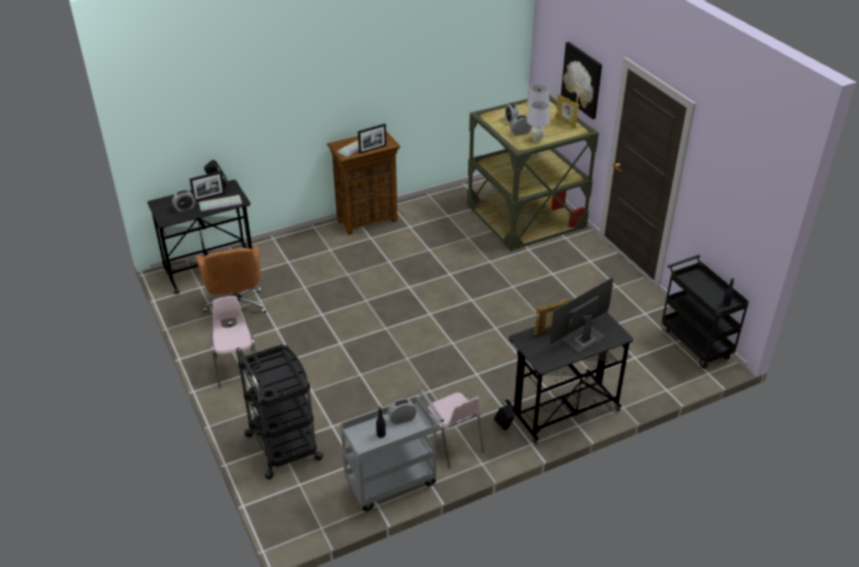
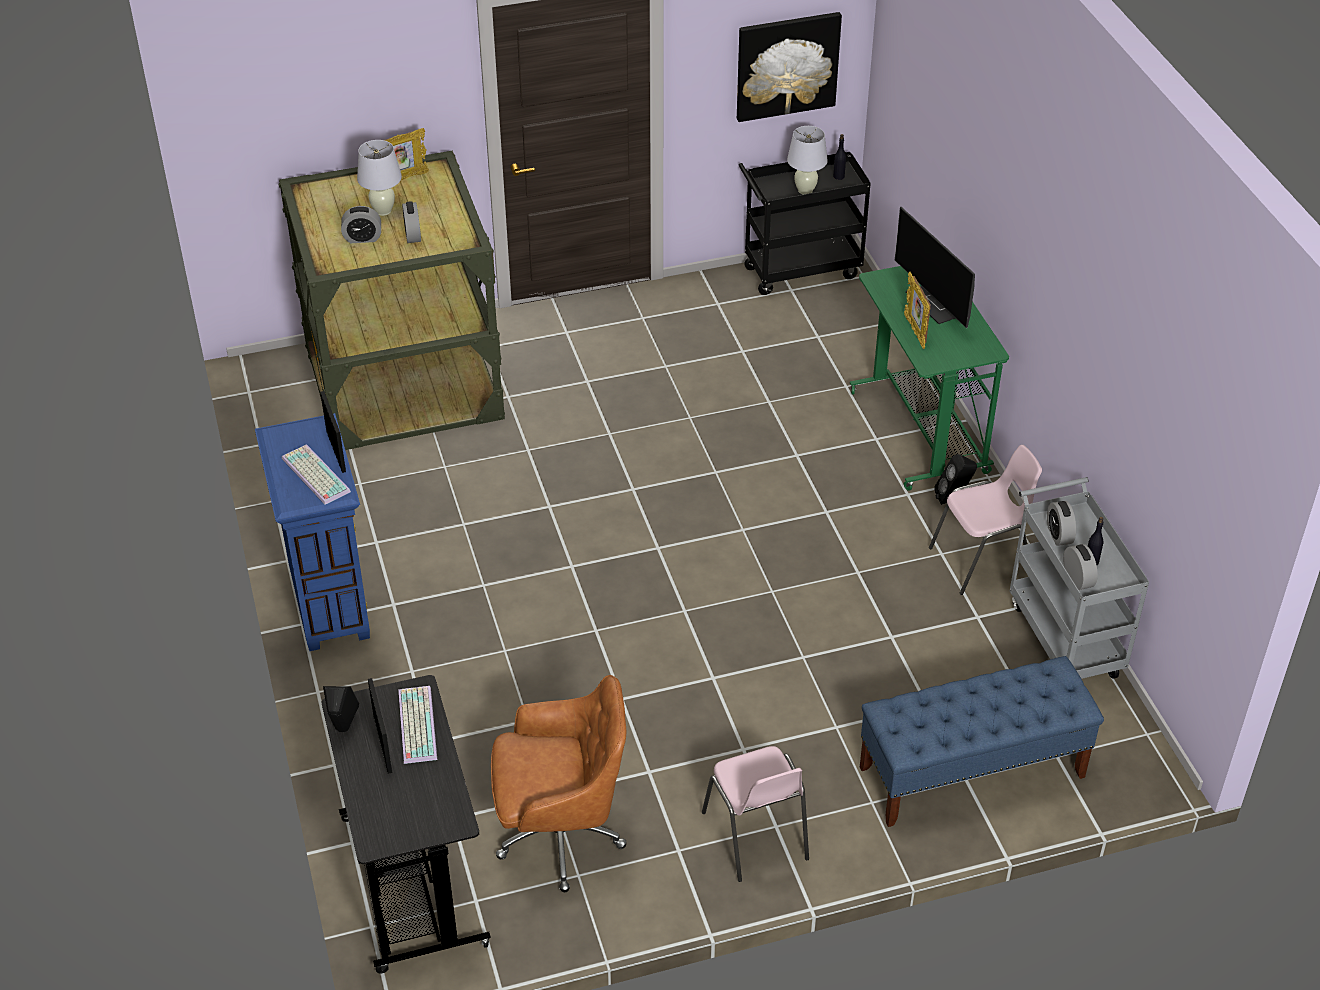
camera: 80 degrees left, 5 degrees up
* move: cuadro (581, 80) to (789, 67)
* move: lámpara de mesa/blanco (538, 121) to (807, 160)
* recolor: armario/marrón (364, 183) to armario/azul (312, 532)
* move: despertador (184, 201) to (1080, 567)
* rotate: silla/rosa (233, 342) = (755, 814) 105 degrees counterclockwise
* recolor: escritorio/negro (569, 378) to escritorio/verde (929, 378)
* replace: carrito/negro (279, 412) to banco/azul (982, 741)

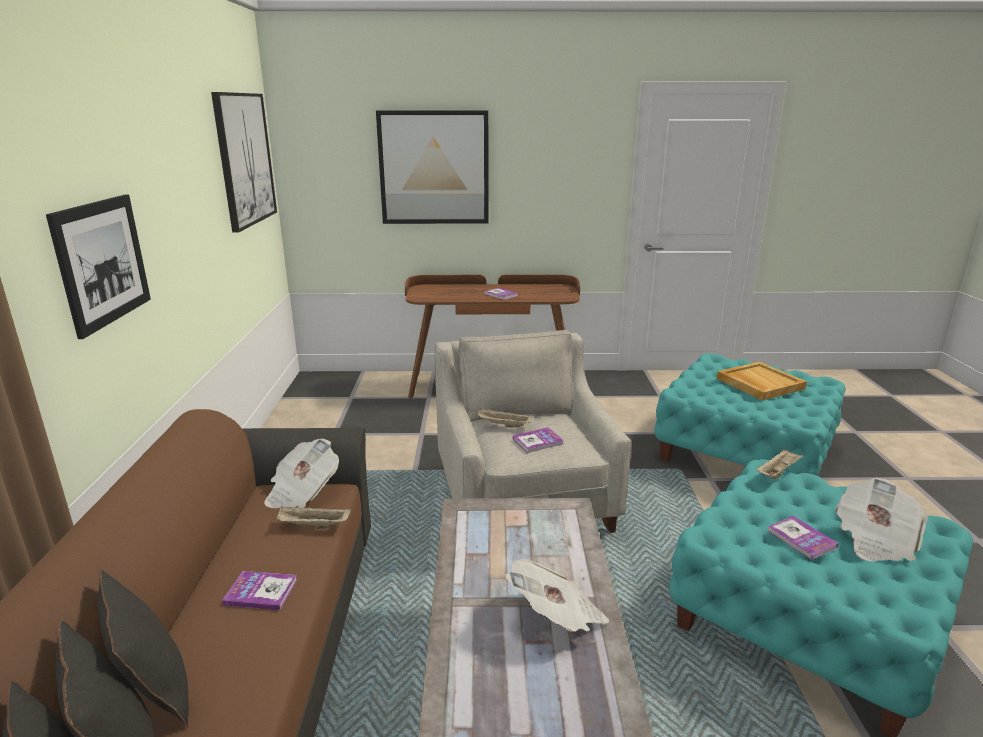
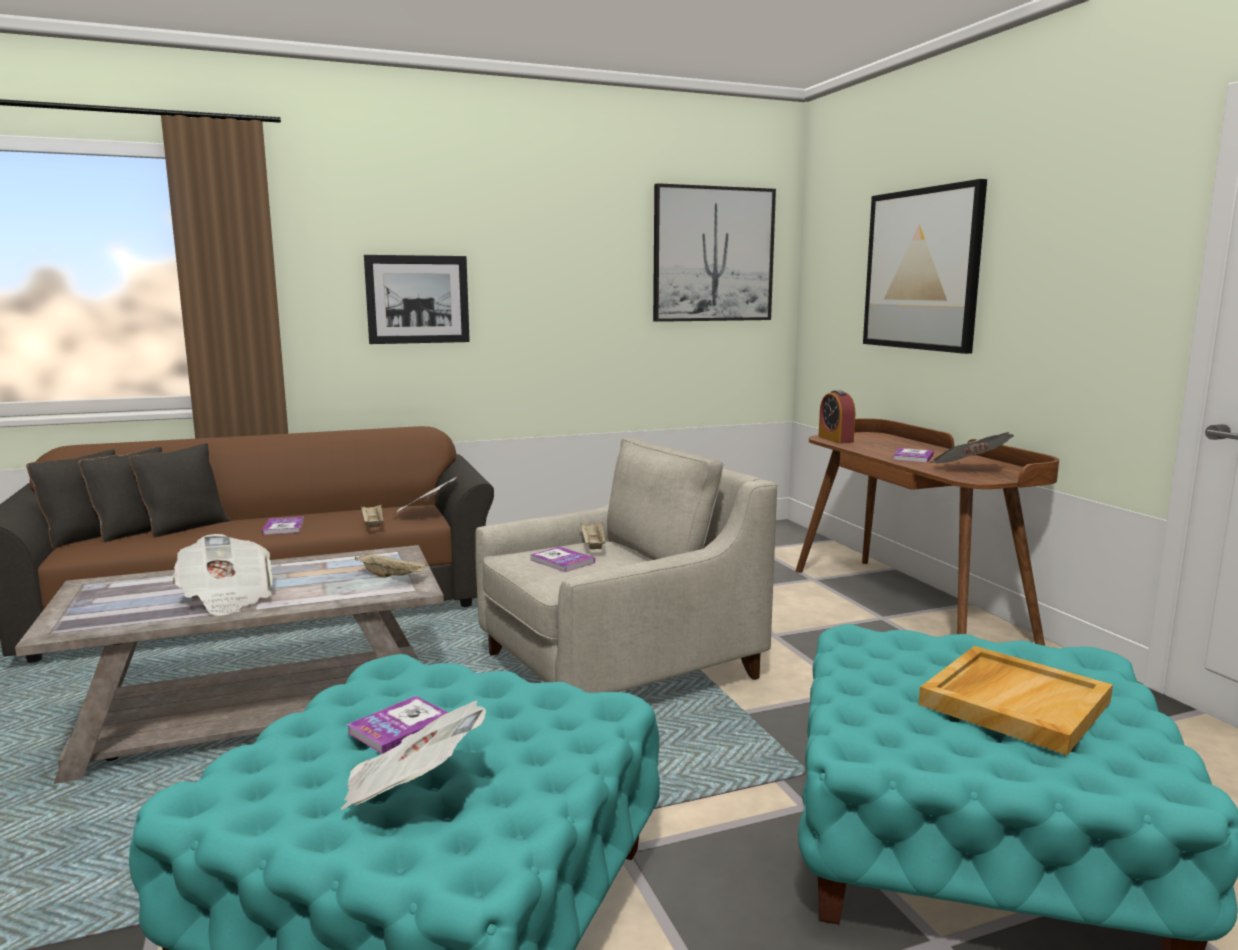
camera: 70 degrees right, 10 degrees down
* move: bandeja/beis (780, 463) to (391, 565)
* insert: despertador (836, 416)
* insert: periódico (971, 448)

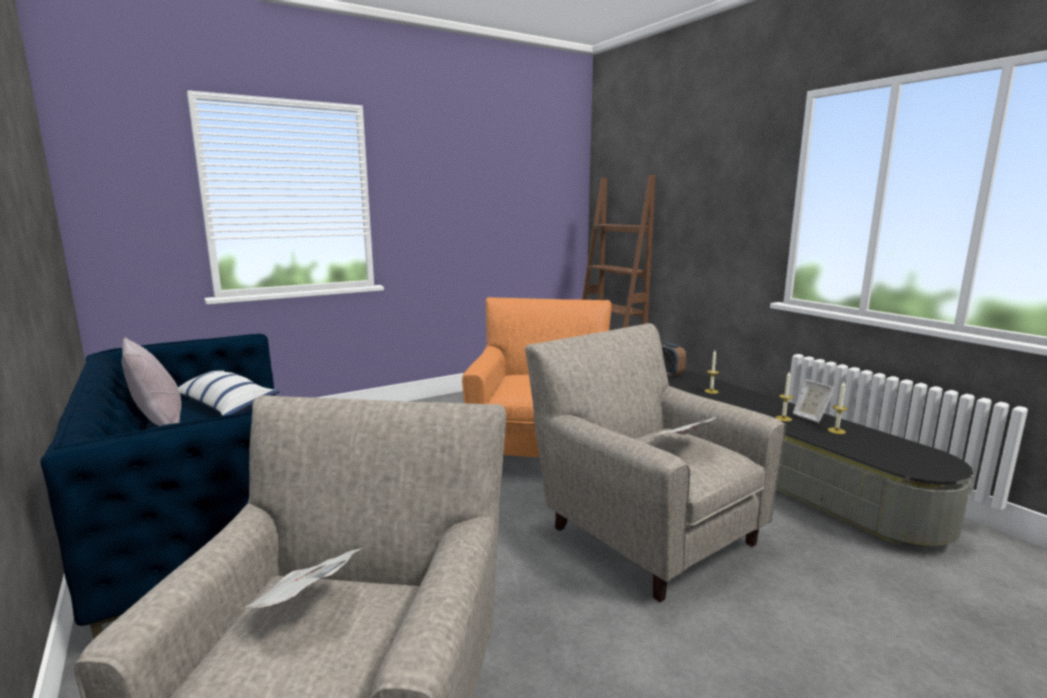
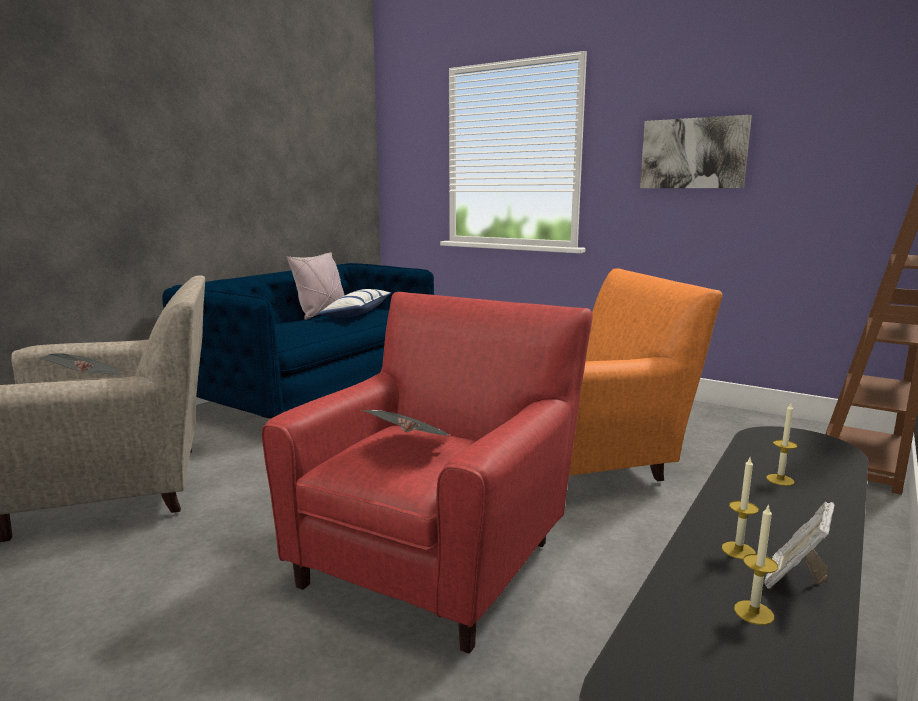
camera: 65 degrees right, 0 degrees up
* recolor: sillón/beis (655, 462) to sillón/rojo (427, 473)
* delete: despertador (673, 360)
* insert: cuadro (696, 151)

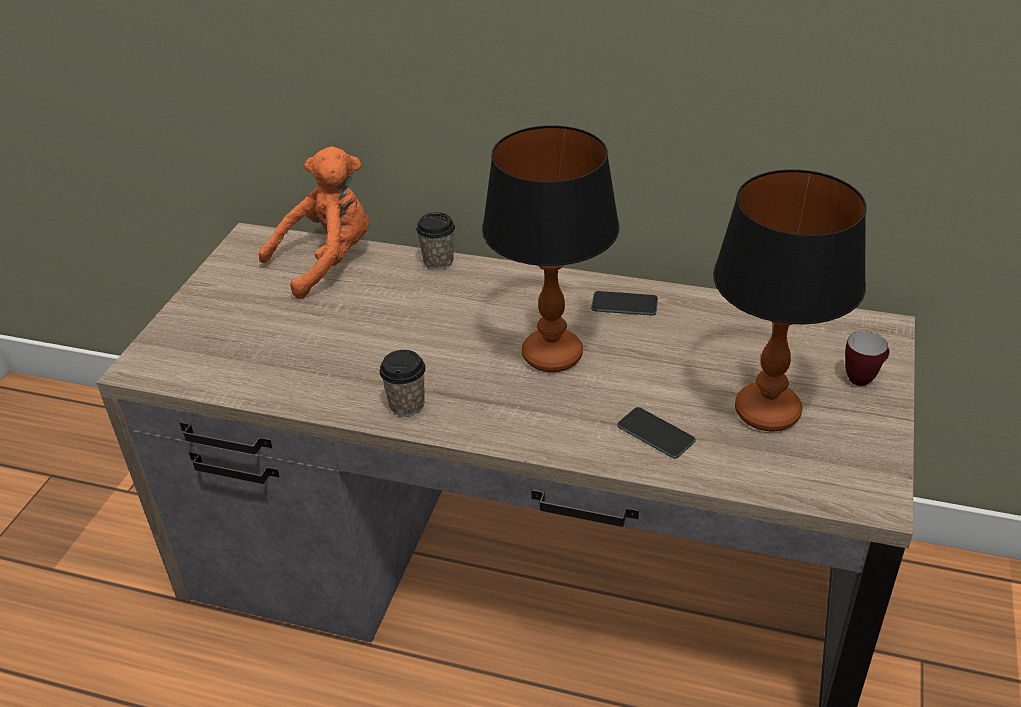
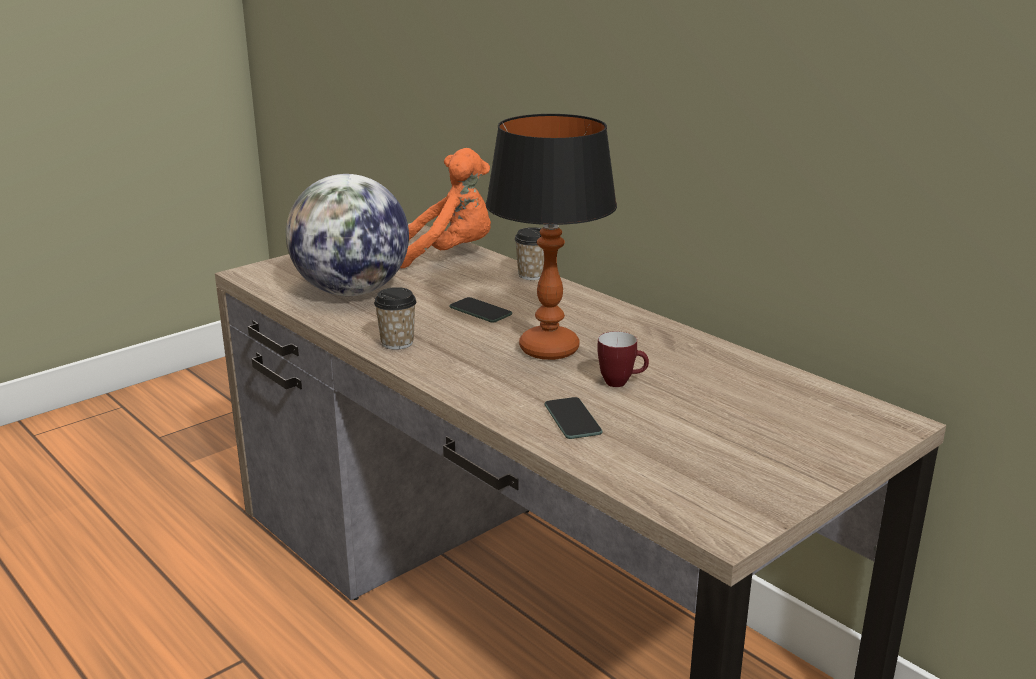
camera: 30 degrees right, 15 degrees down
* delete: lámpara de mesa (790, 300)
* move: móvil (624, 303) to (481, 310)
* move: taza grande (867, 358) to (623, 359)
* insert: globo terráqueo (347, 235)

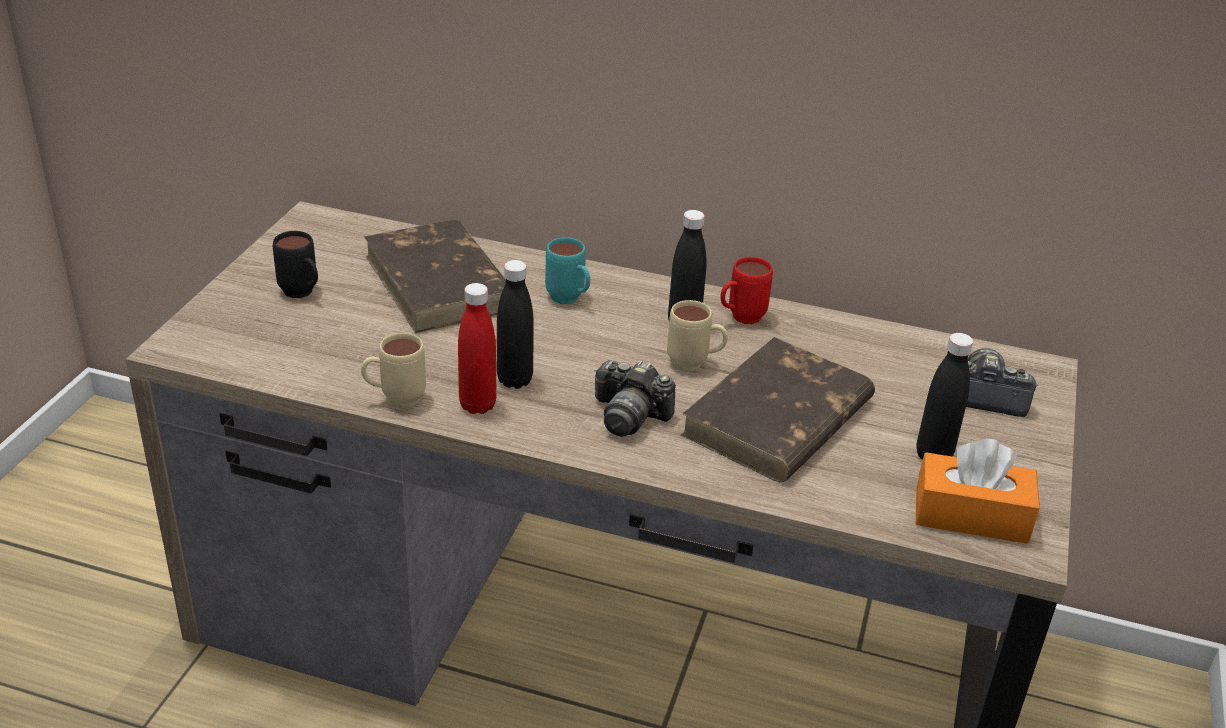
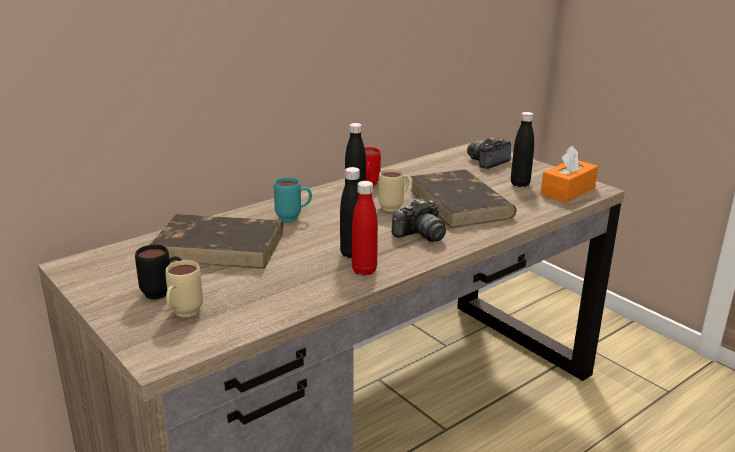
camera: 55 degrees left, 10 degrees down
* move: taza grande/beis (393, 370) to (184, 288)

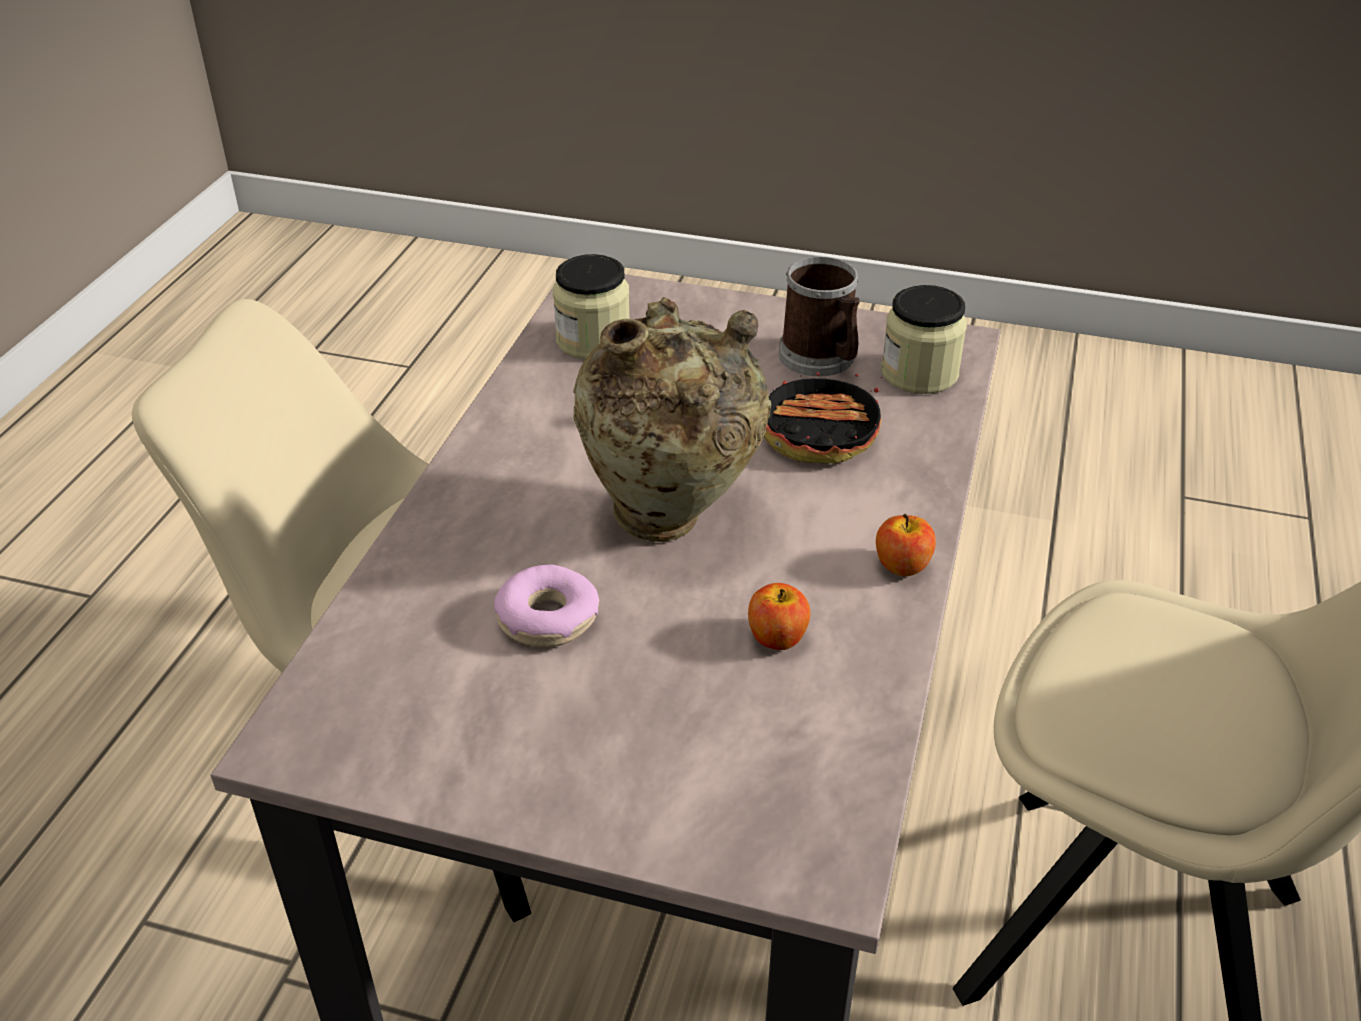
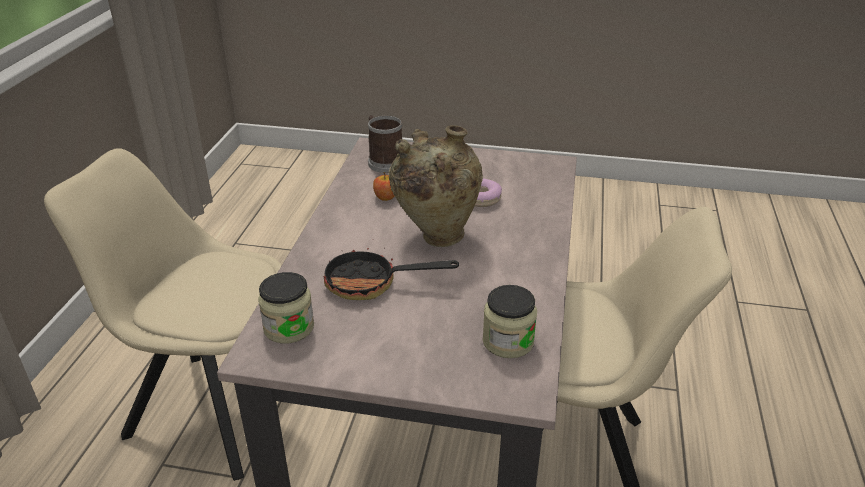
camera: 175 degrees right, 5 degrees down
* move: taza grande (819, 317) to (385, 144)
* delete: manzana (906, 545)

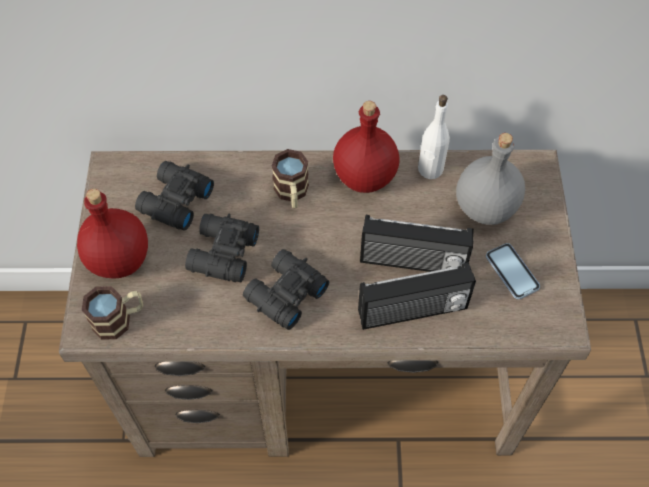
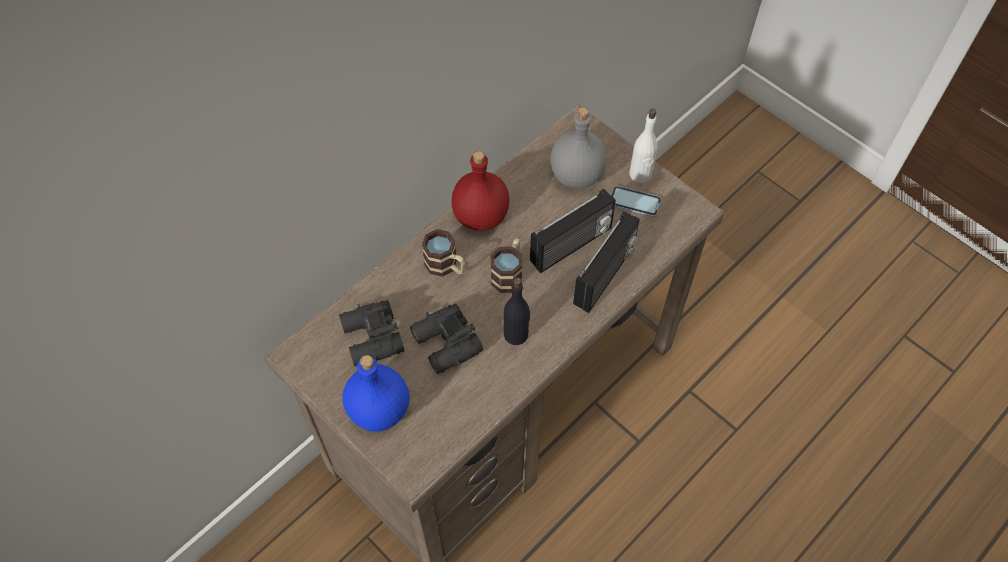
camera: 45 degrees left, 0 degrees up
* move: botella/blanco (434, 137) to (643, 146)
* recolor: botella/rojo (112, 234) to botella/azul (376, 393)
* replace: prismáticos/negro (286, 289) to botella/negro (517, 311)
* move: taza grande (112, 312) to (506, 265)

